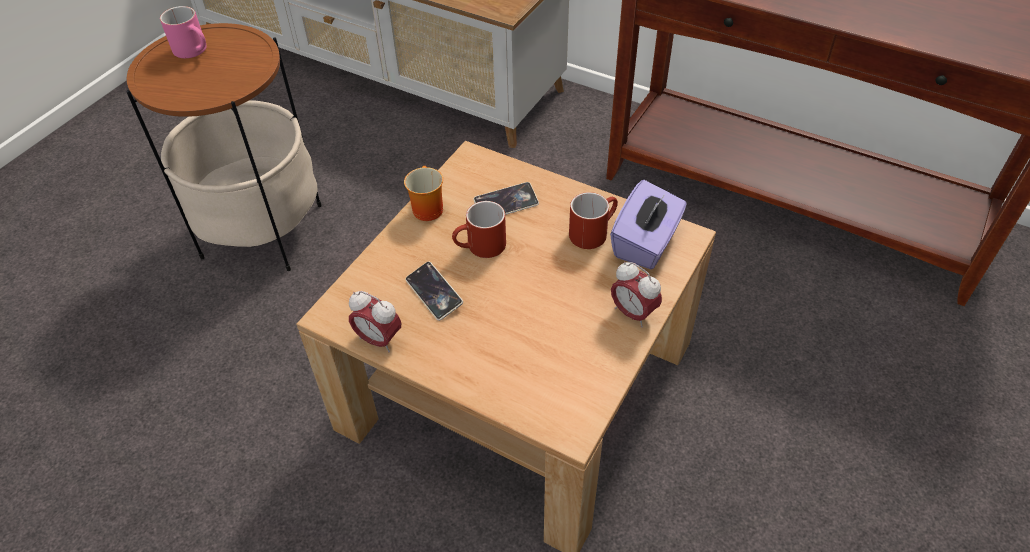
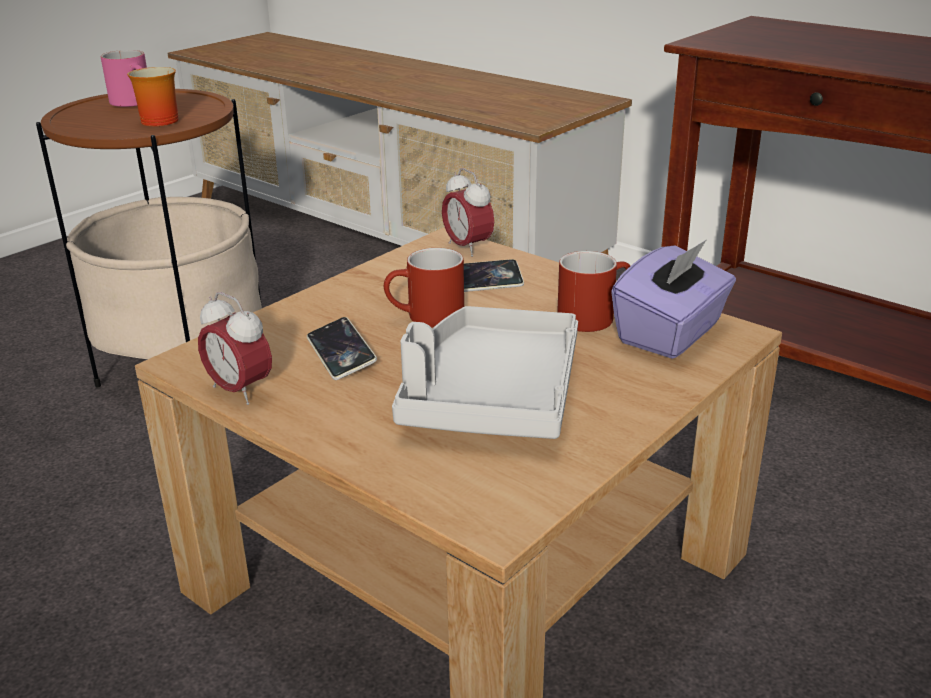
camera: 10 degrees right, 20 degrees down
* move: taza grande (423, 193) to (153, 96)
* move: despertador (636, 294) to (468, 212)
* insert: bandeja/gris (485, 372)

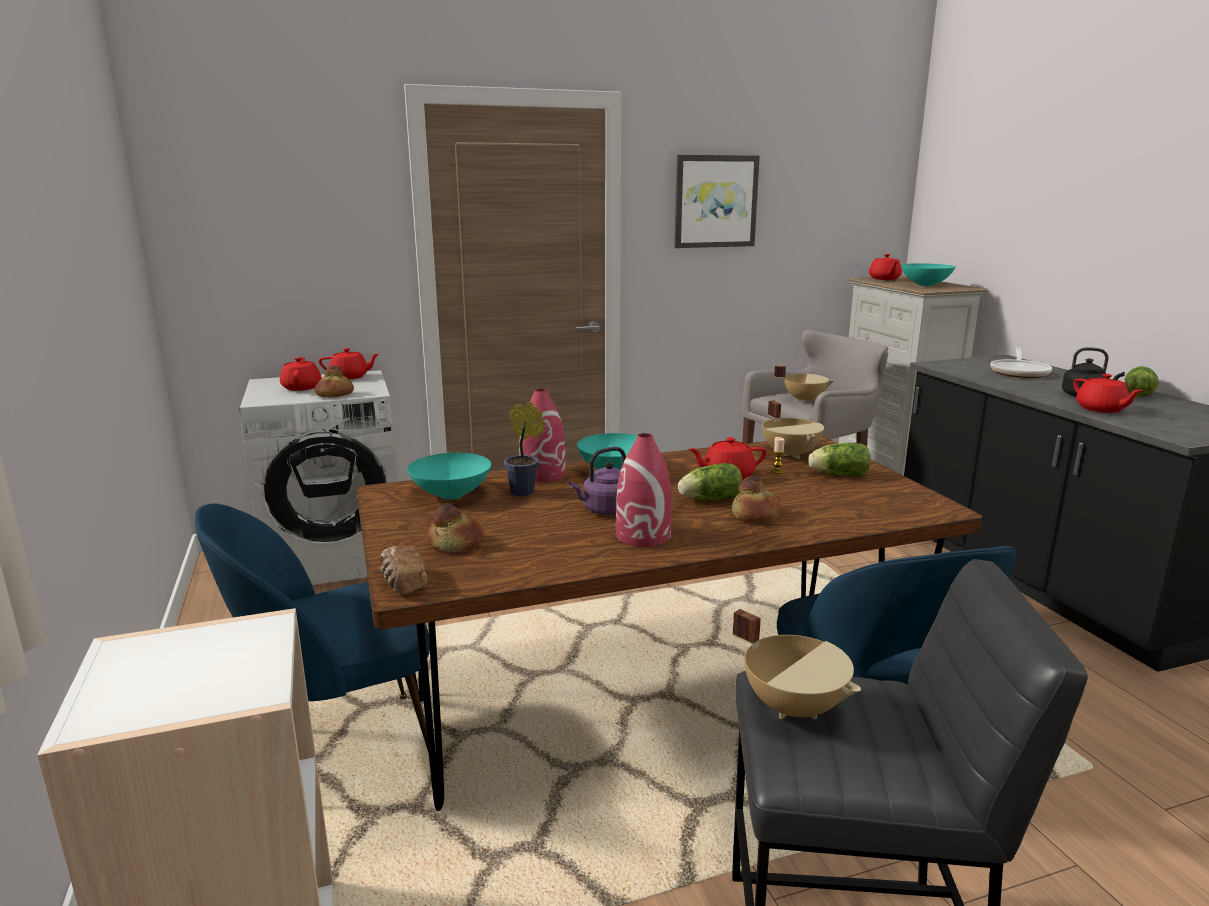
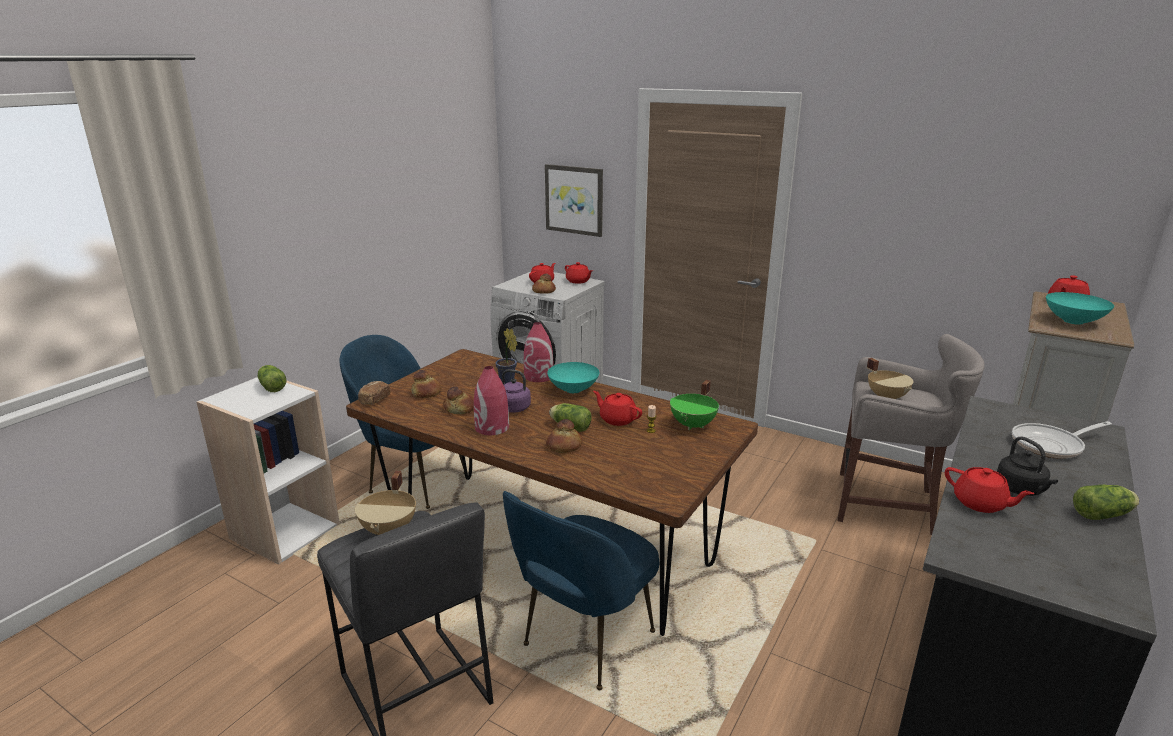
camera: 50 degrees right, 5 degrees up
* move: cuadro (717, 201) to (574, 200)
* rotate: tetera/rojo (1108, 393) = (989, 490) 75 degrees counterclockwise
* recolor: olla/beis (793, 429) to olla/verde (694, 405)
* move: lechuga (839, 459) to (272, 378)
* delete: cuenco/turquesa (449, 476)
* insert: pan (458, 401)

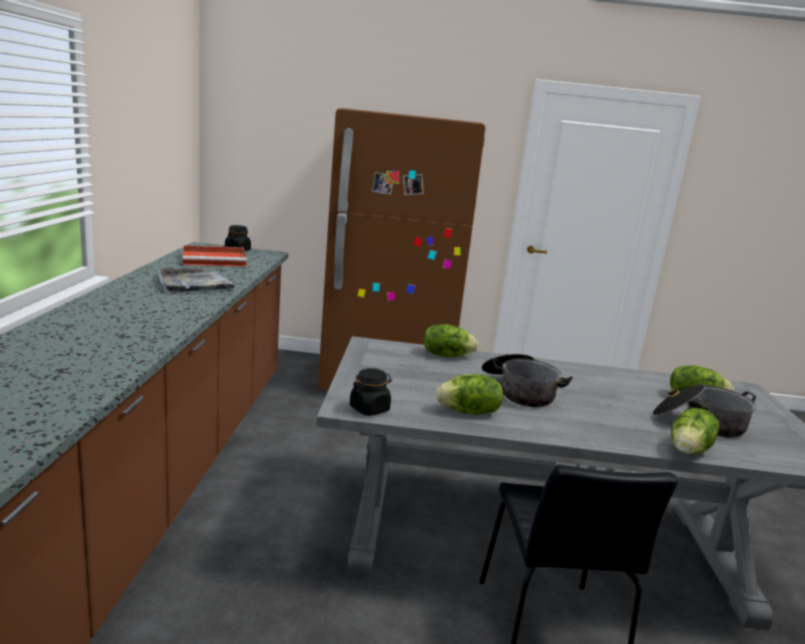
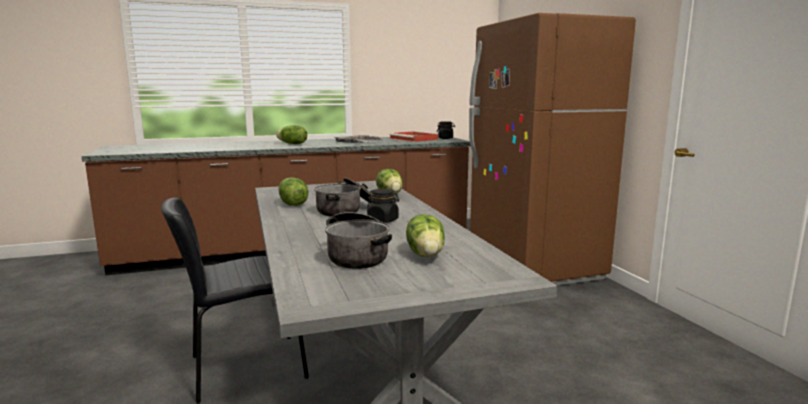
camera: 70 degrees right, 5 degrees down
* move: tarro/negro (370, 392) to (383, 206)
* move: lechuga (695, 431) to (291, 134)

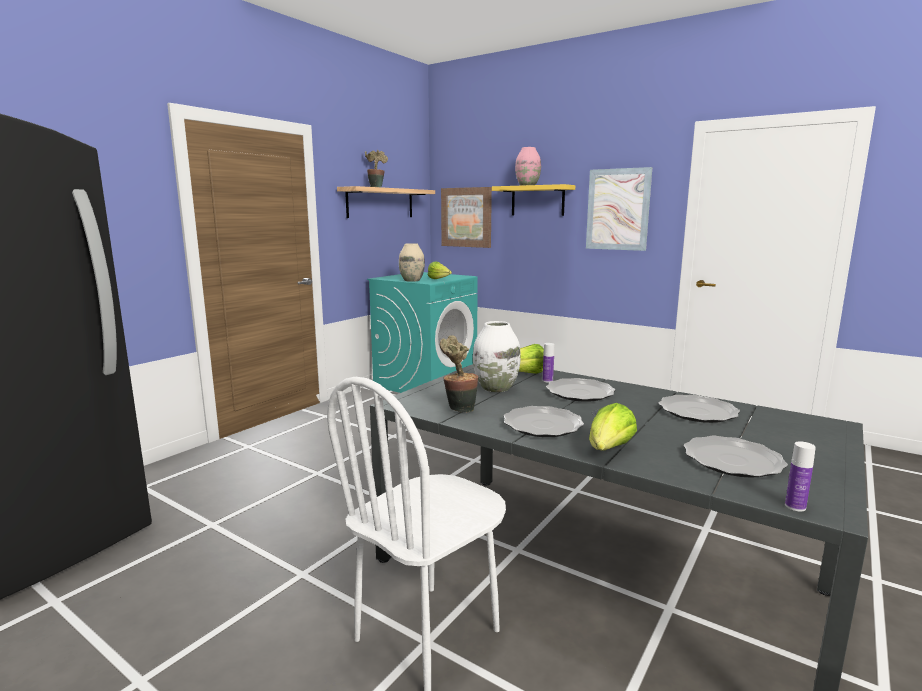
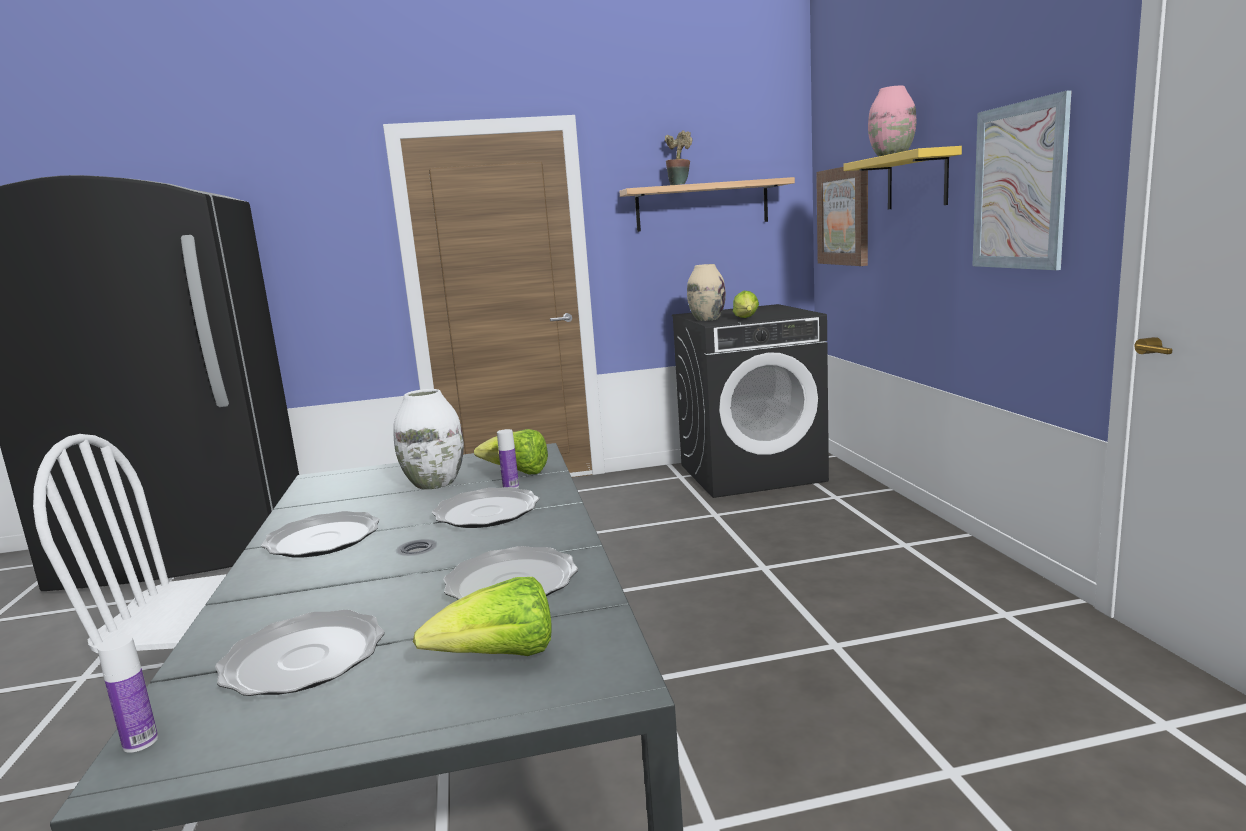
camera: 45 degrees right, 0 degrees up
* recolor: lavadora/turquesa (422, 332) to lavadora/negro (750, 401)
* delete: planta en maceta (459, 374)
* move: lechuga (613, 426) to (482, 616)

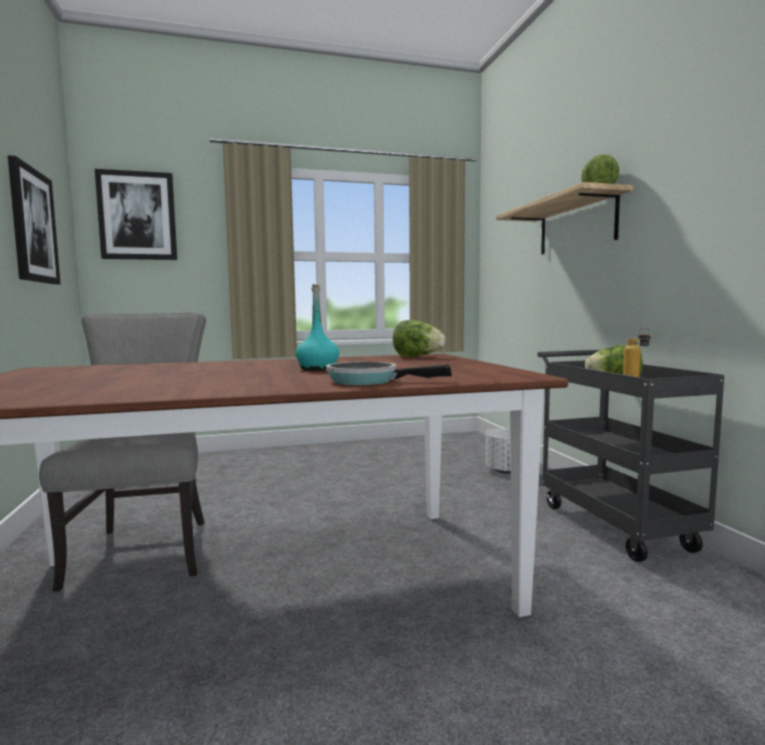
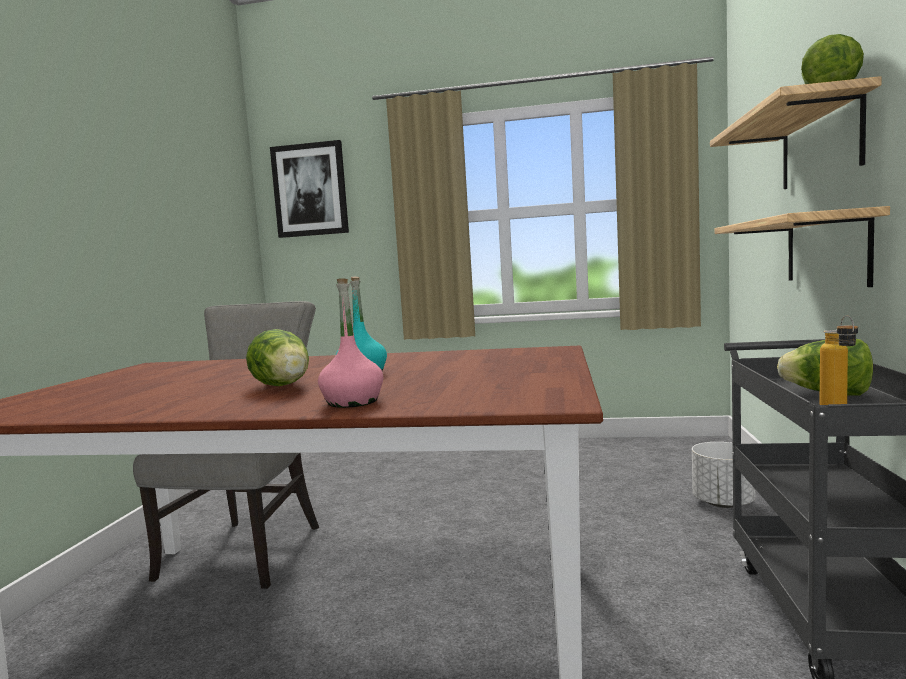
camera: 25 degrees right, 0 degrees up
* delete: cuadro (34, 219)
* move: lechuga (419, 338) to (277, 357)
* replace: sartén (389, 373) to botella/rosa (350, 343)
* insert: estante (802, 246)

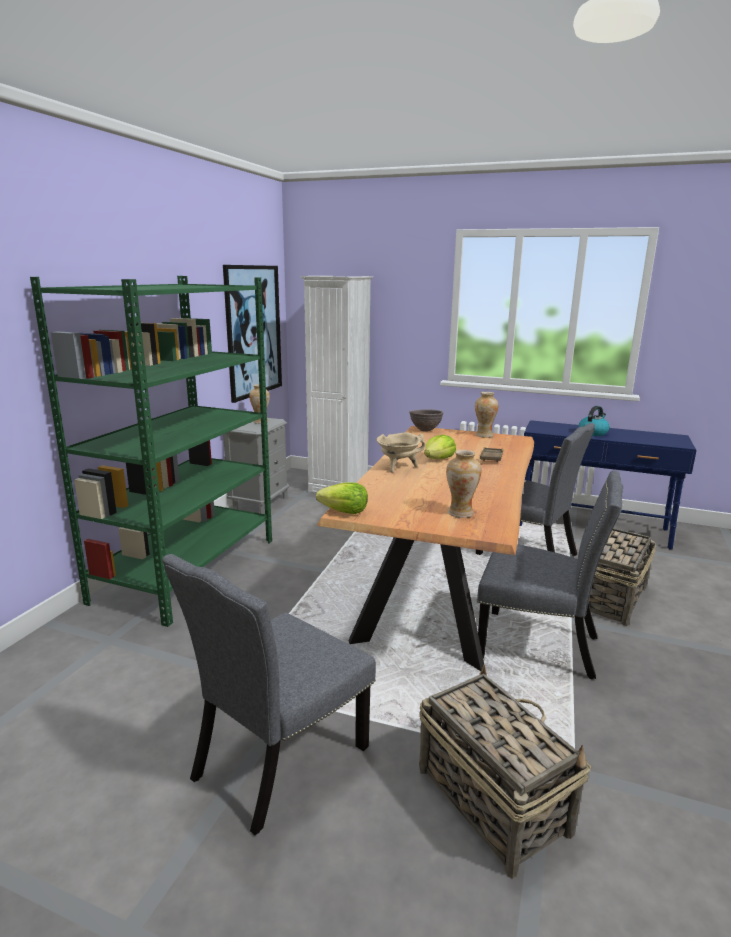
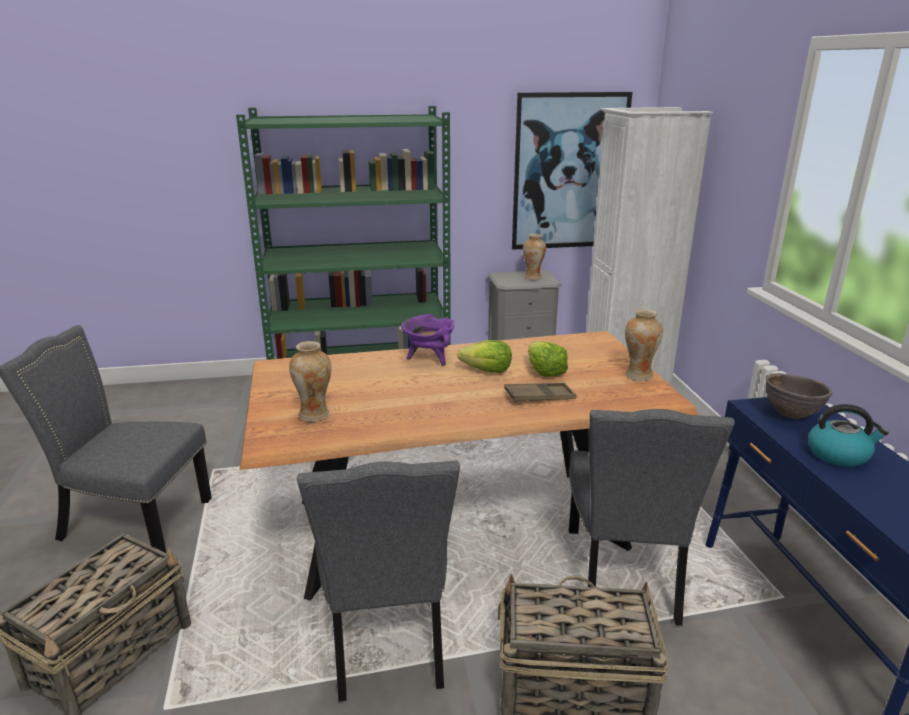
camera: 60 degrees right, 5 degrees up
* move: cuenco/marrón (426, 420) to (798, 396)
* recolor: olla/beis (401, 452) to olla/morado (427, 340)
* move: lechuga (342, 498) to (548, 359)

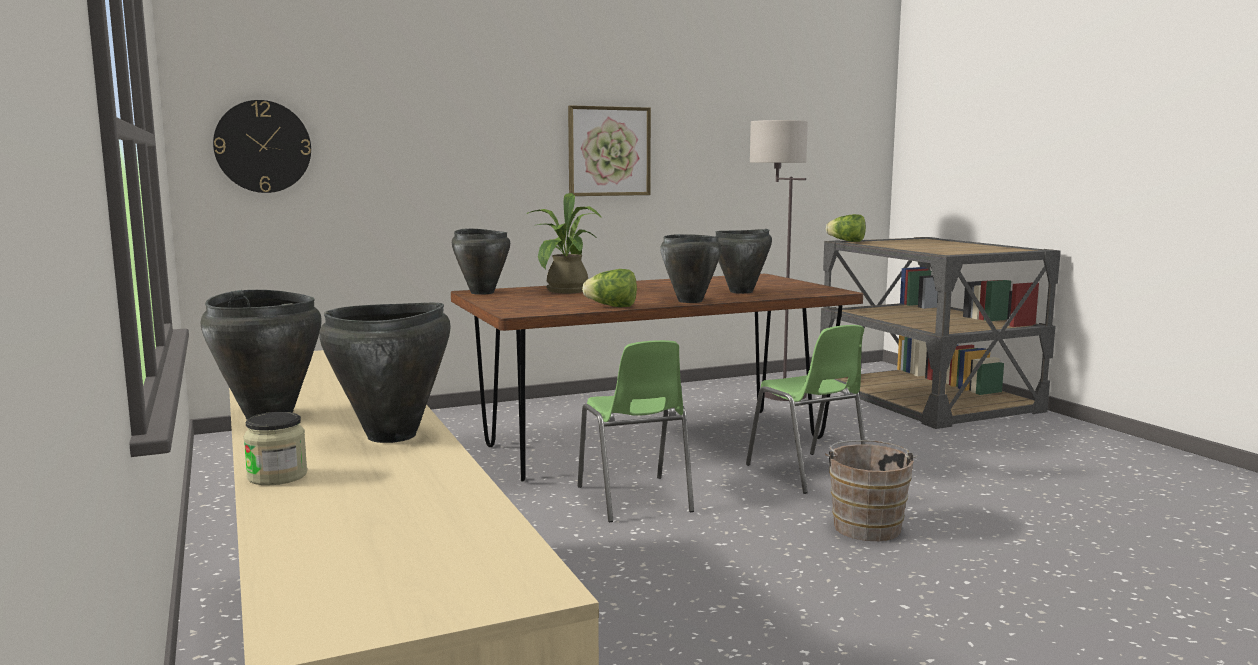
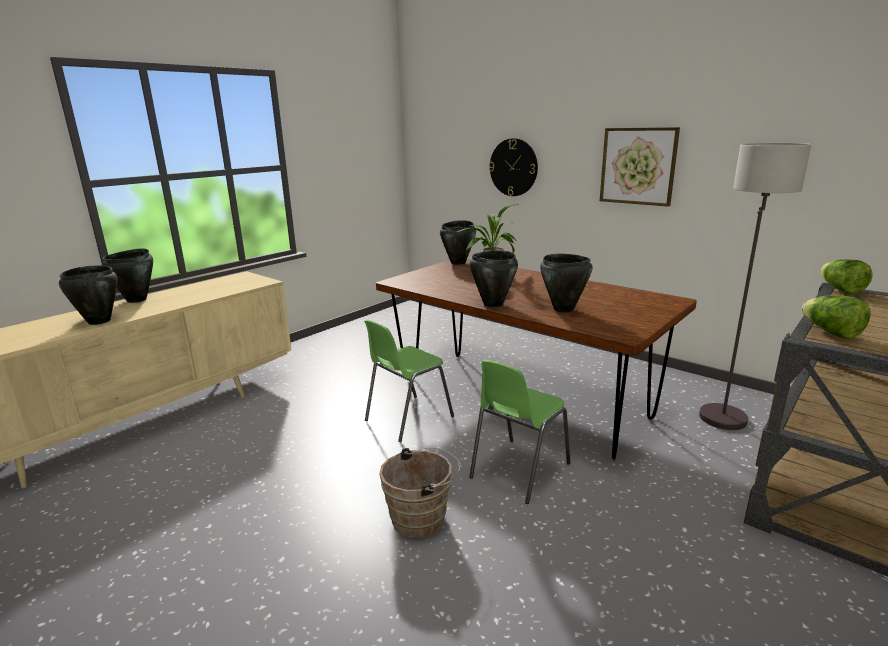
camera: 65 degrees right, 10 degrees up
* move: reloj de pared (262, 146) to (513, 167)
* move: lechuga (609, 288) to (836, 317)
* delete: tarro (275, 448)

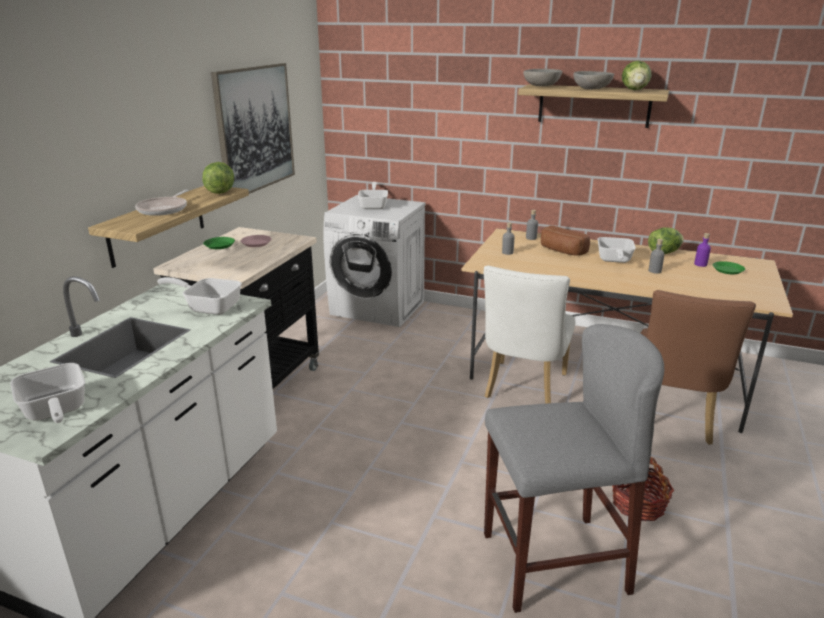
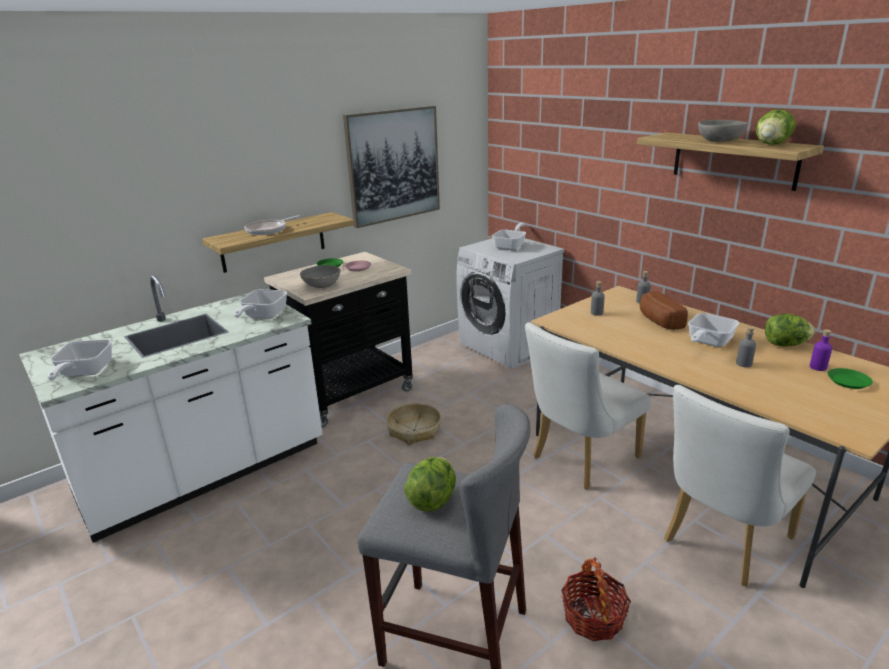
camera: 30 degrees right, 0 degrees up
* move: cuenco/gris (542, 77) to (320, 276)
* move: lechuga (218, 178) to (430, 484)
* rotate: sartén (199, 296) = (260, 304) 120 degrees counterclockwise
* recolor: silla/marrón (698, 367) to silla/blanco (740, 486)
* insert: cesta (413, 424)

